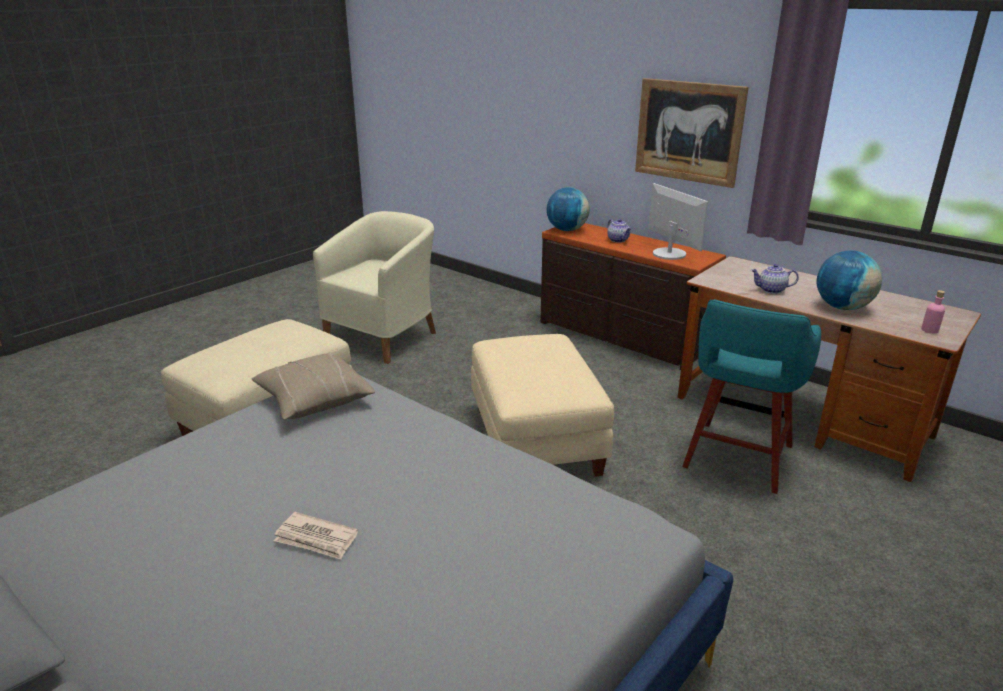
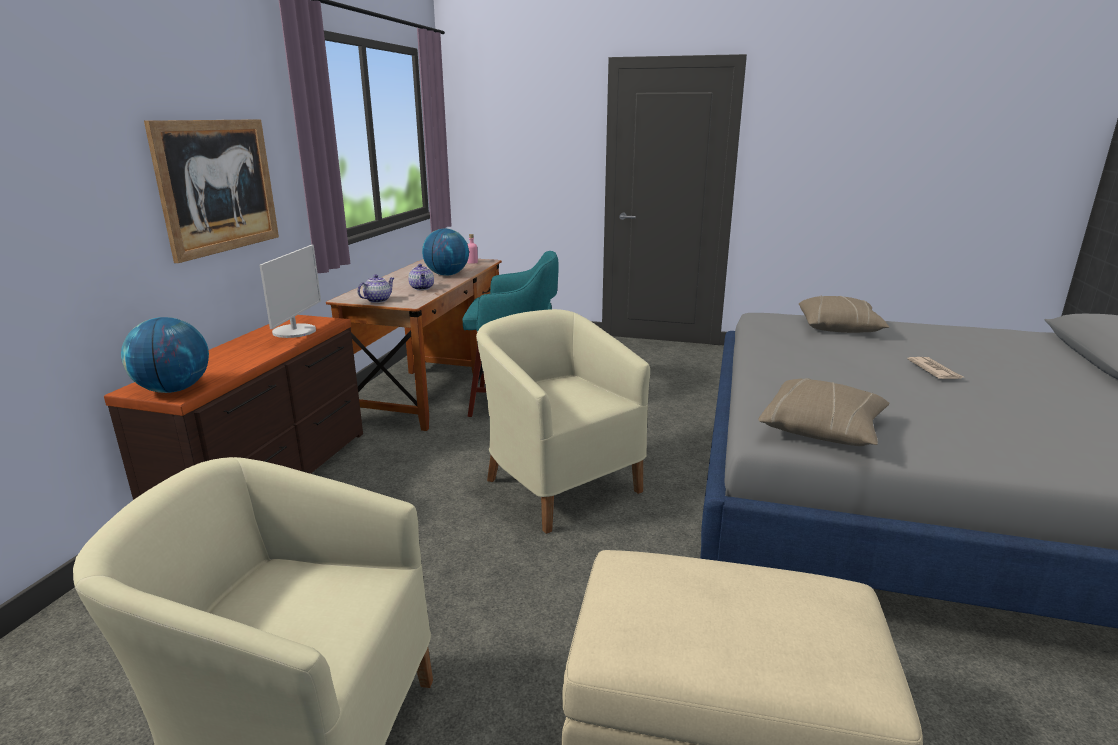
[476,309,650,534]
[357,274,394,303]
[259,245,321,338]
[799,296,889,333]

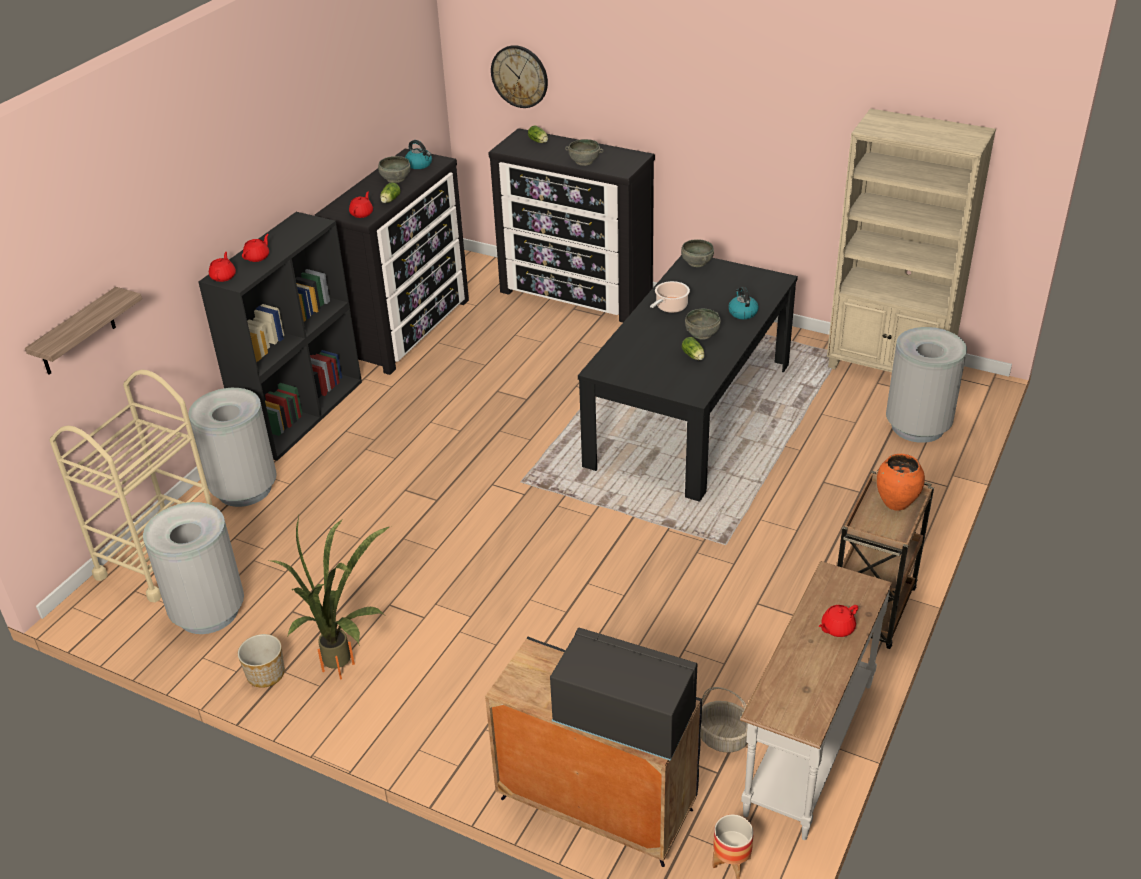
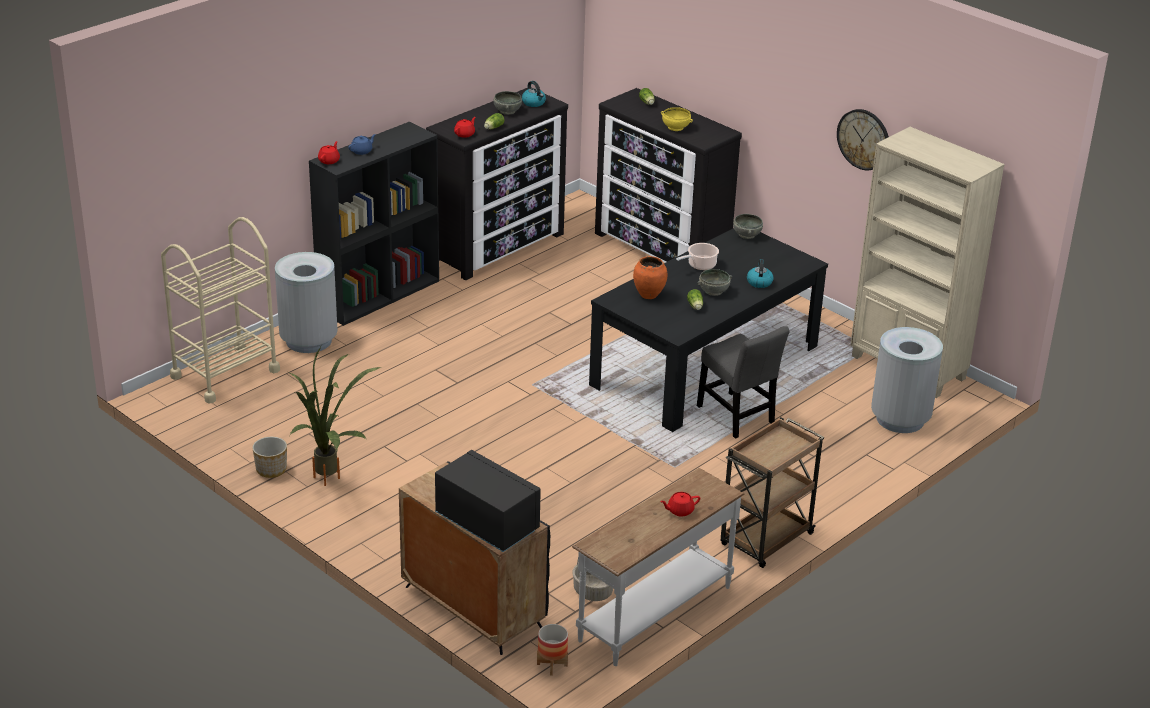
[25,287,142,375] (first image)
[143,502,244,634] (first image)
[348,134,376,155]
[837,109,889,170]
[661,107,693,131]
[633,256,667,299]
[697,326,789,439]

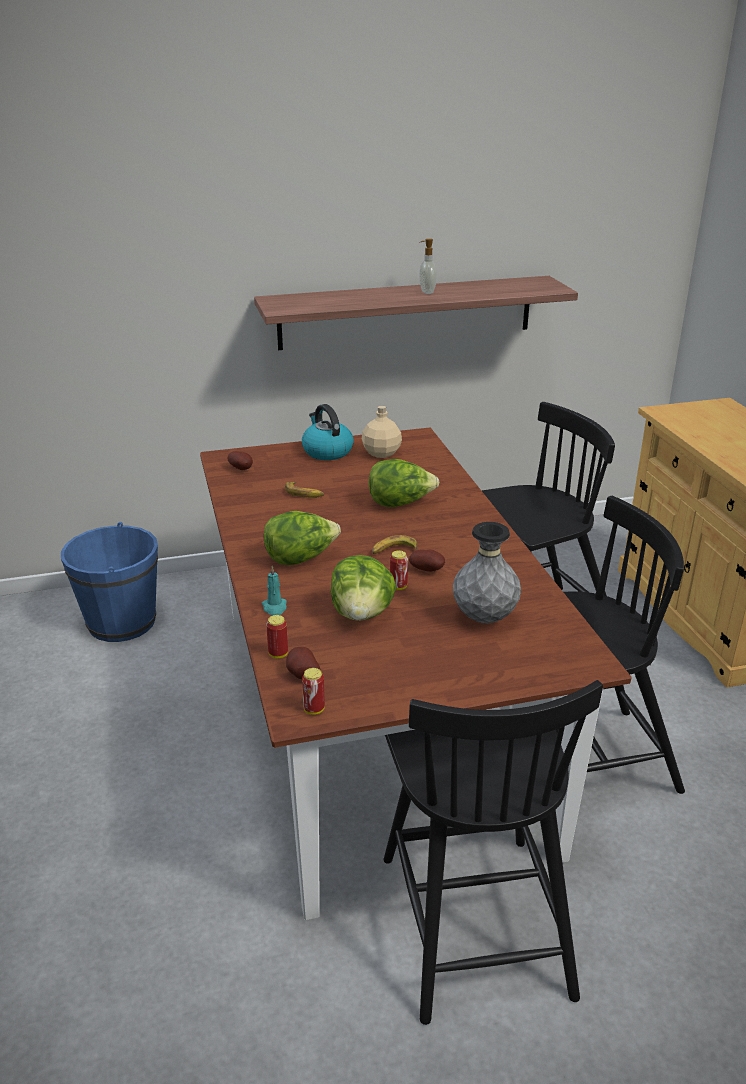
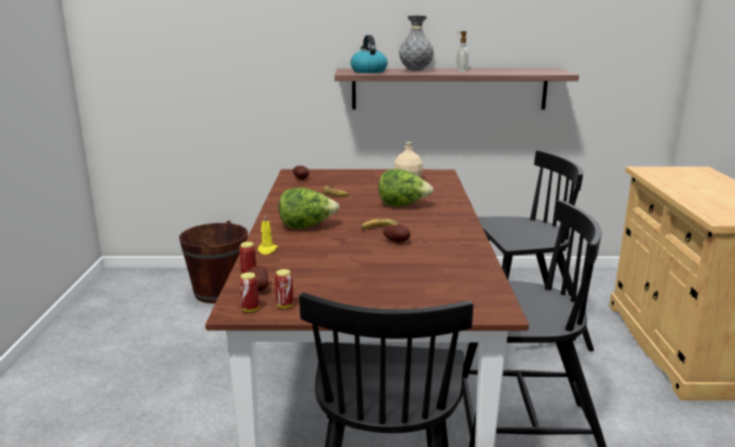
[179,220,248,303]
[258,214,278,255]
[351,35,388,73]
[331,555,396,621] (first image)
[275,269,293,308]
[399,16,434,71]

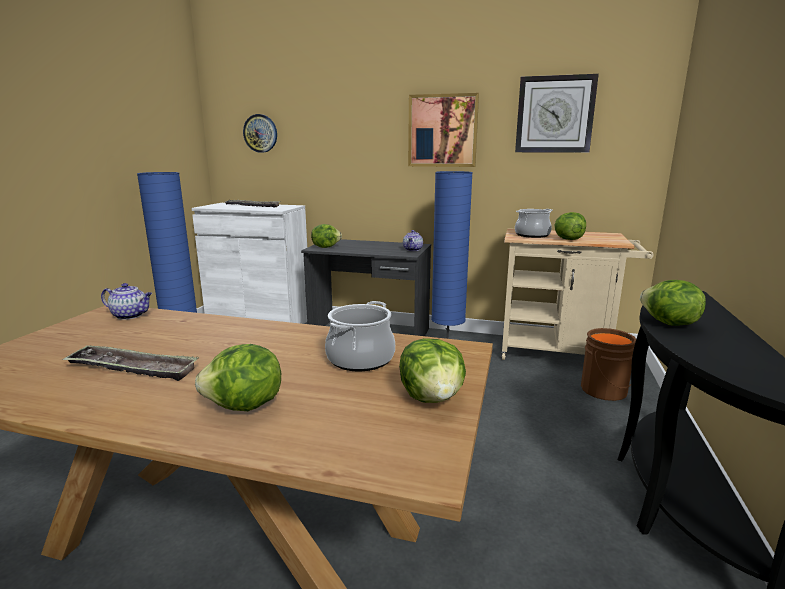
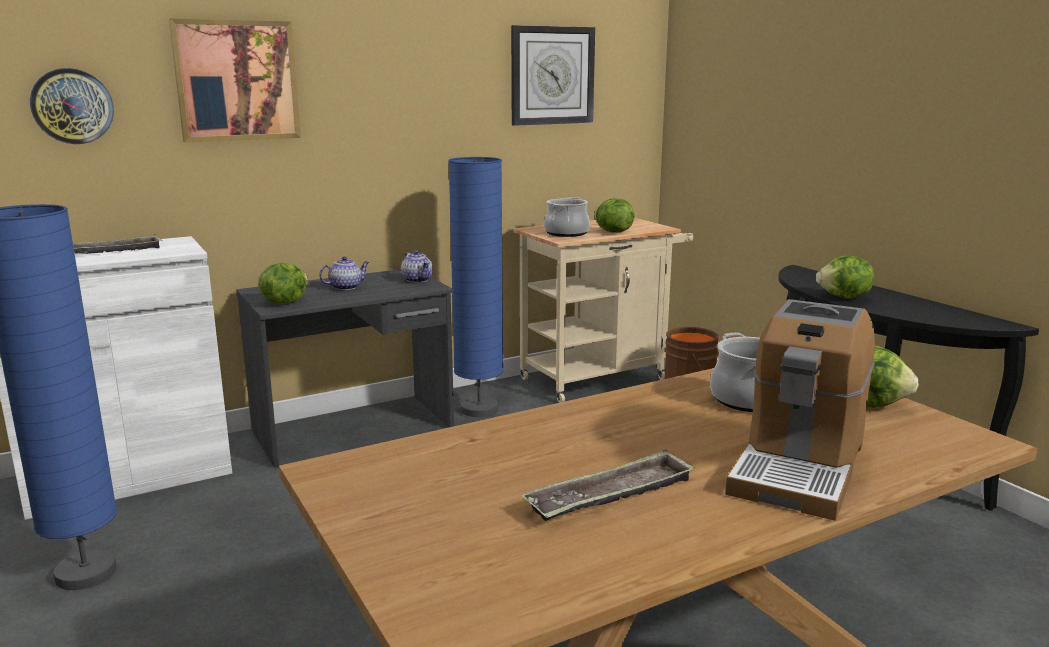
[319,256,369,290]
[725,299,875,521]
[169,18,301,142]

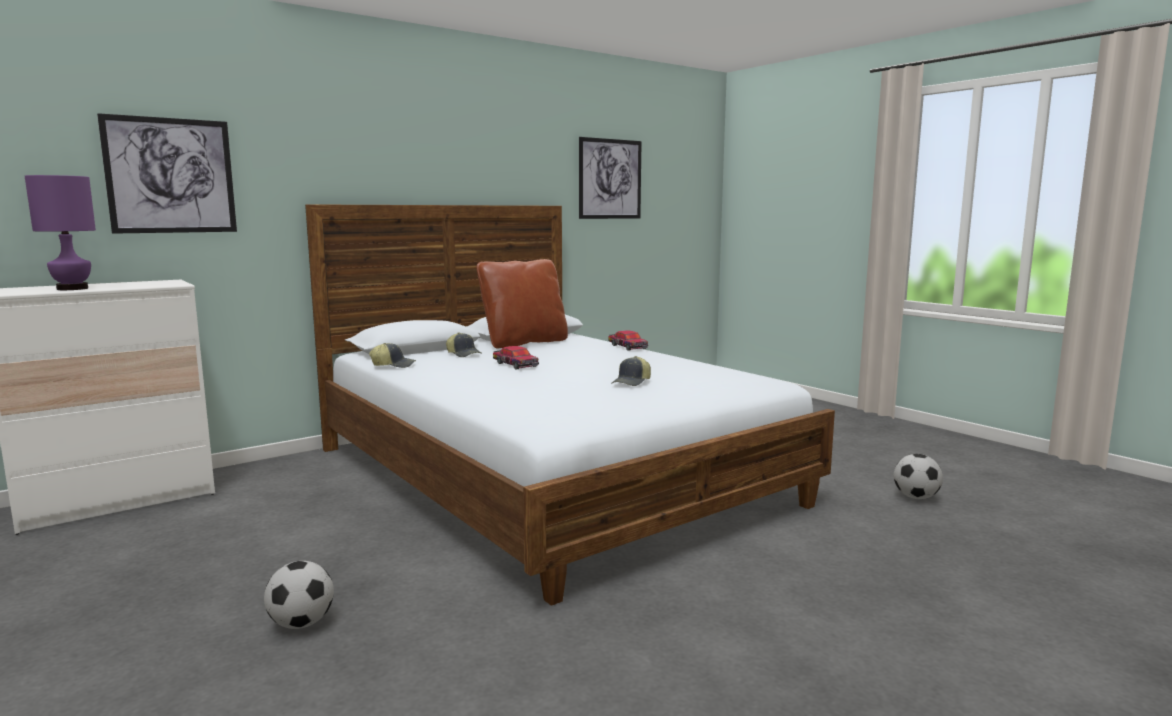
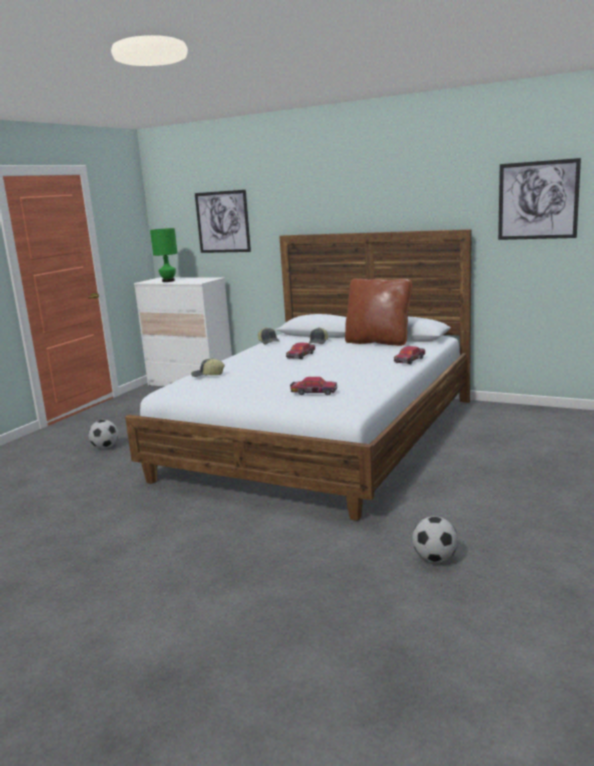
[150,228,177,282]
[191,358,225,377]
[290,377,337,396]

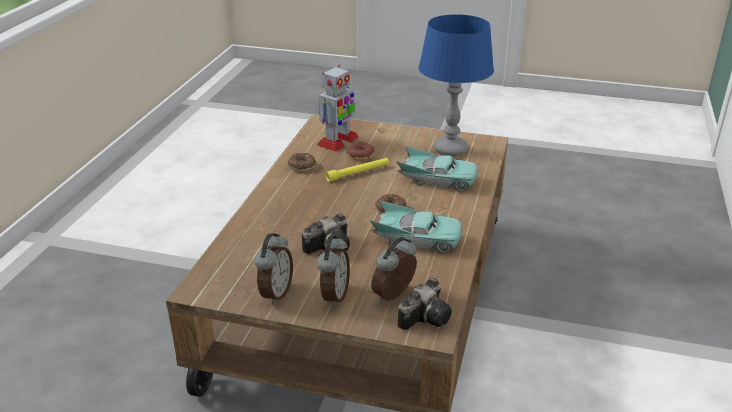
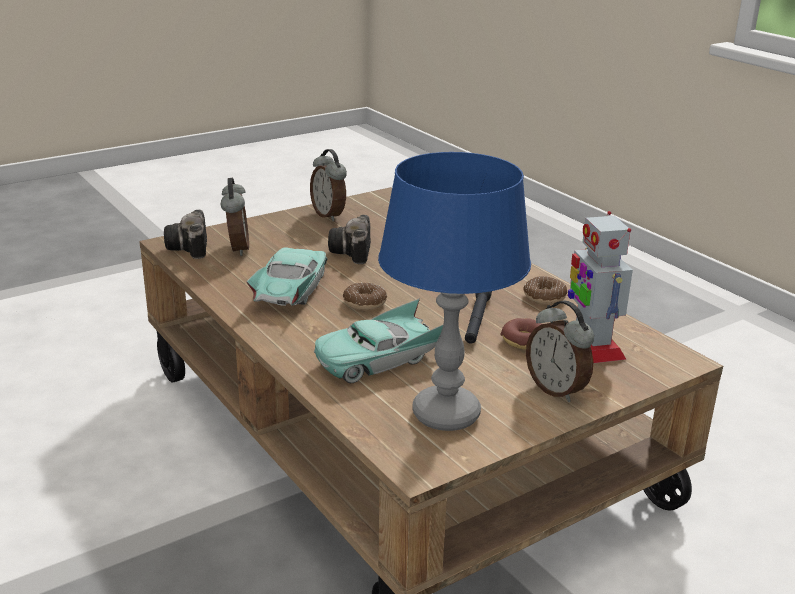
[526,300,594,402]
[465,291,492,343]
[246,248,327,306]

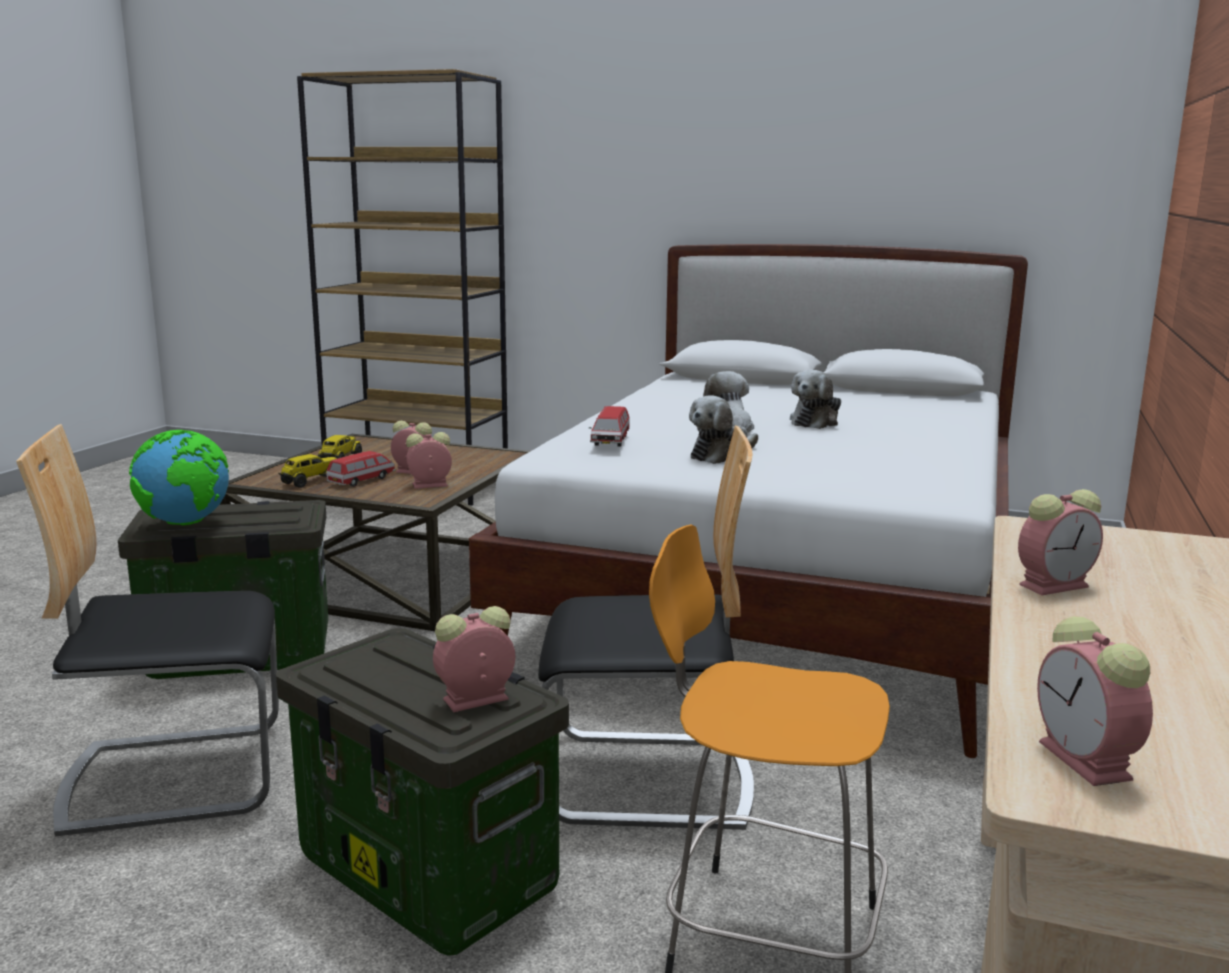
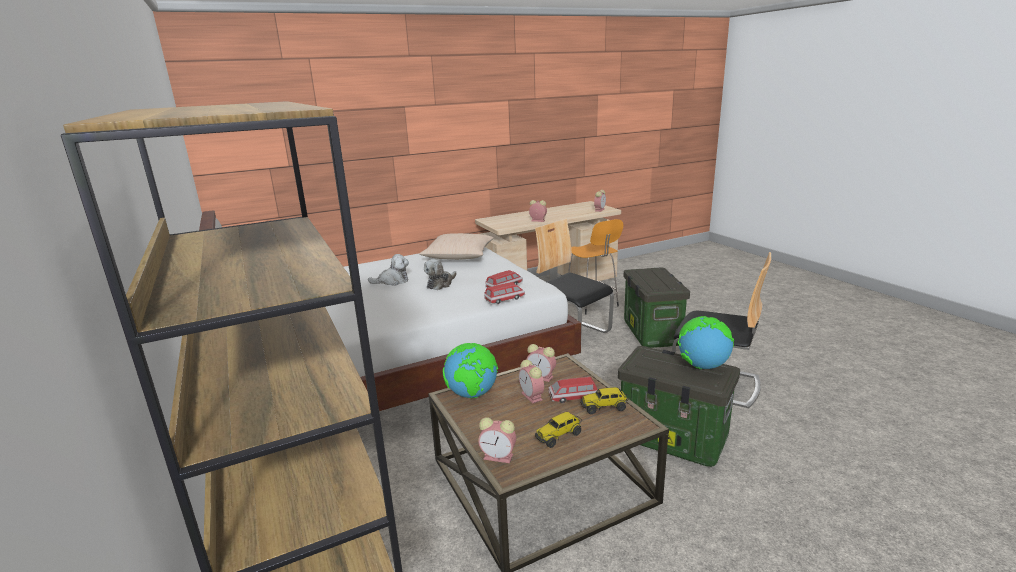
[478,417,516,463]
[689,395,758,464] (first image)
[419,233,494,260]
[443,343,498,398]
[484,282,525,304]

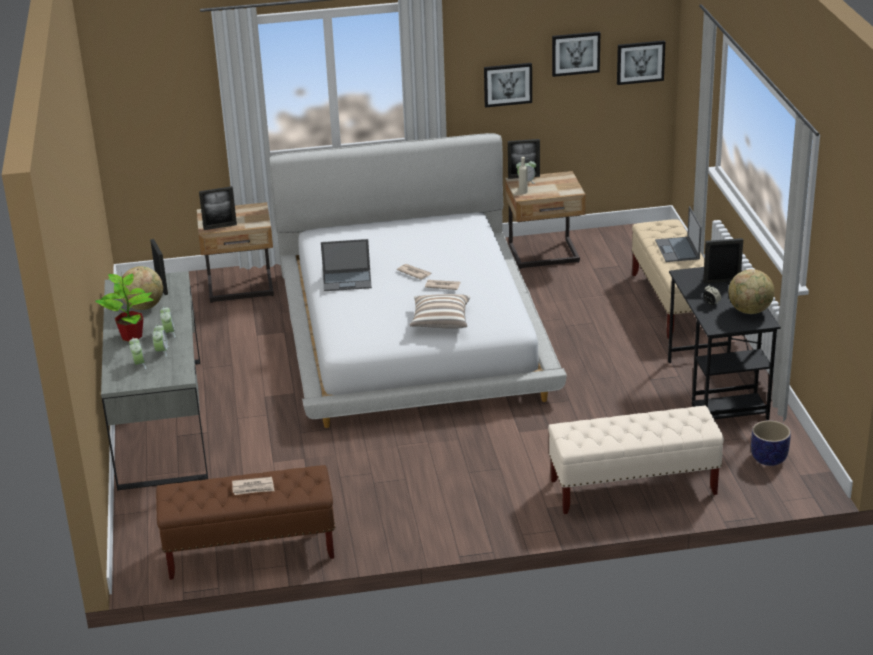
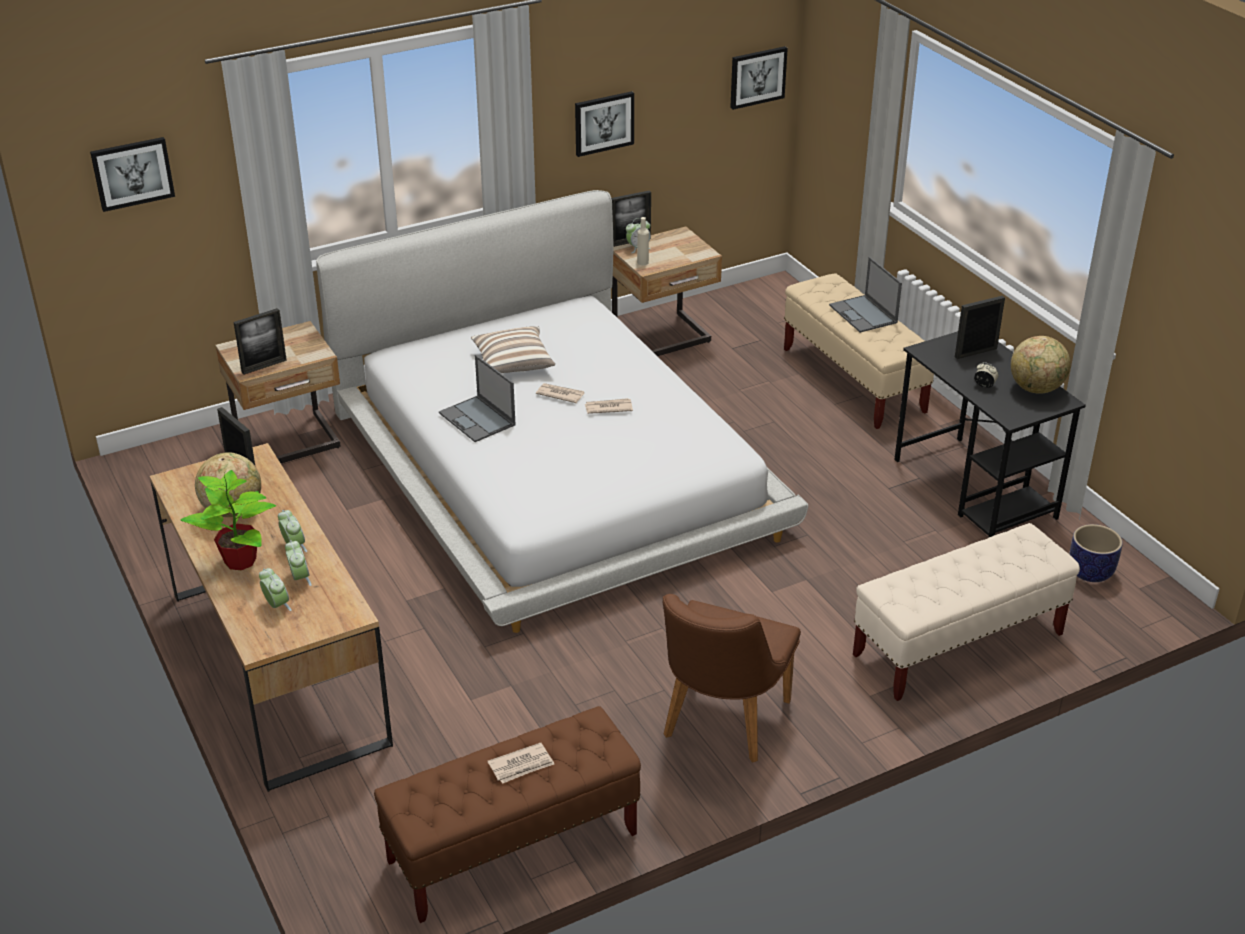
[149,443,393,792]
[439,355,516,442]
[471,326,555,373]
[90,137,175,212]
[663,594,801,763]

